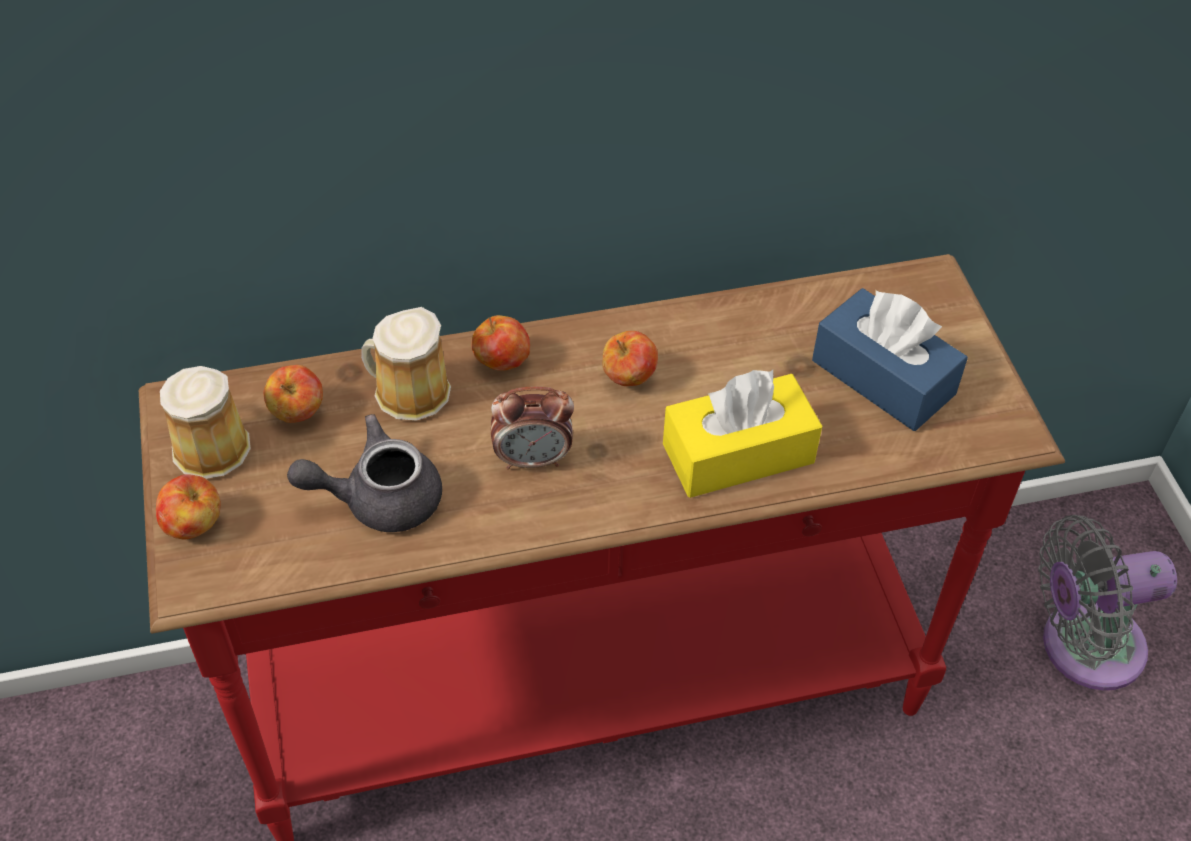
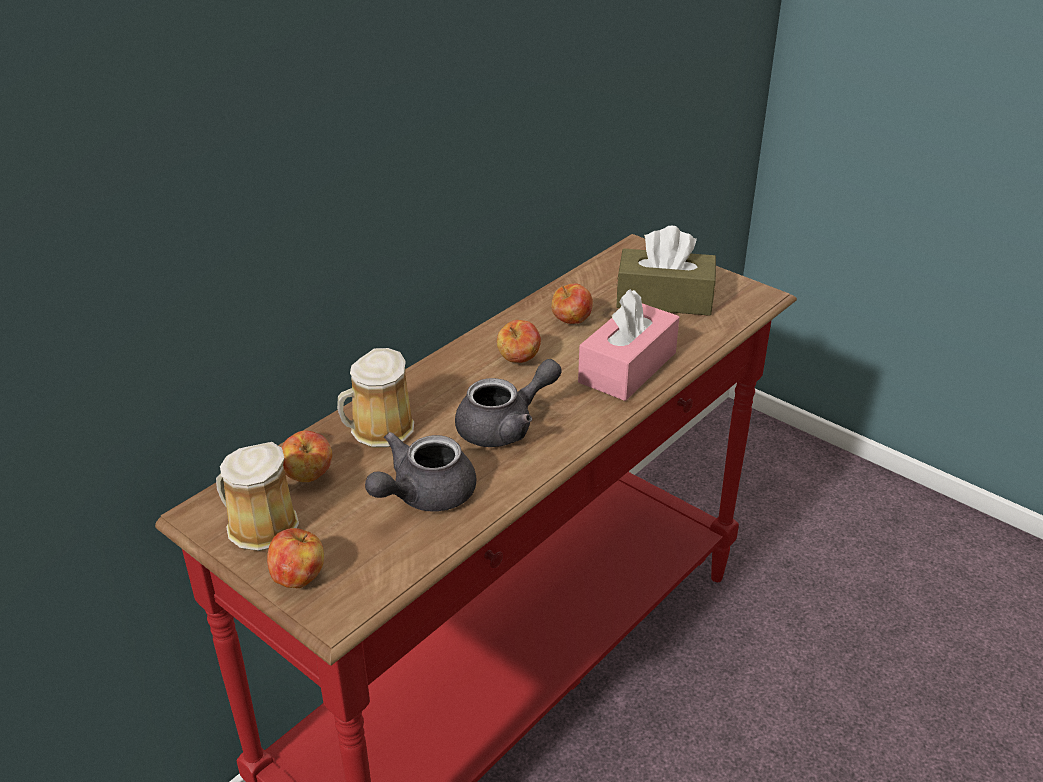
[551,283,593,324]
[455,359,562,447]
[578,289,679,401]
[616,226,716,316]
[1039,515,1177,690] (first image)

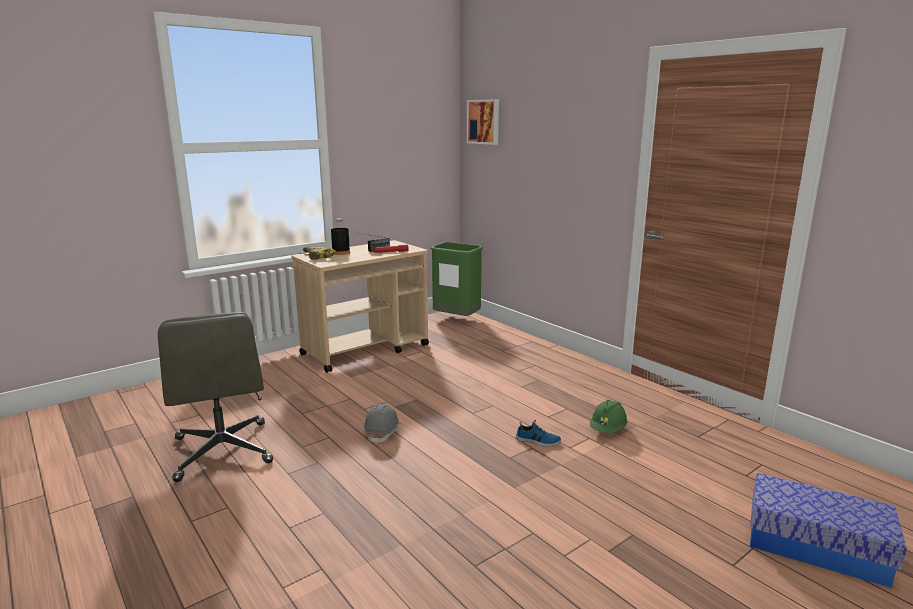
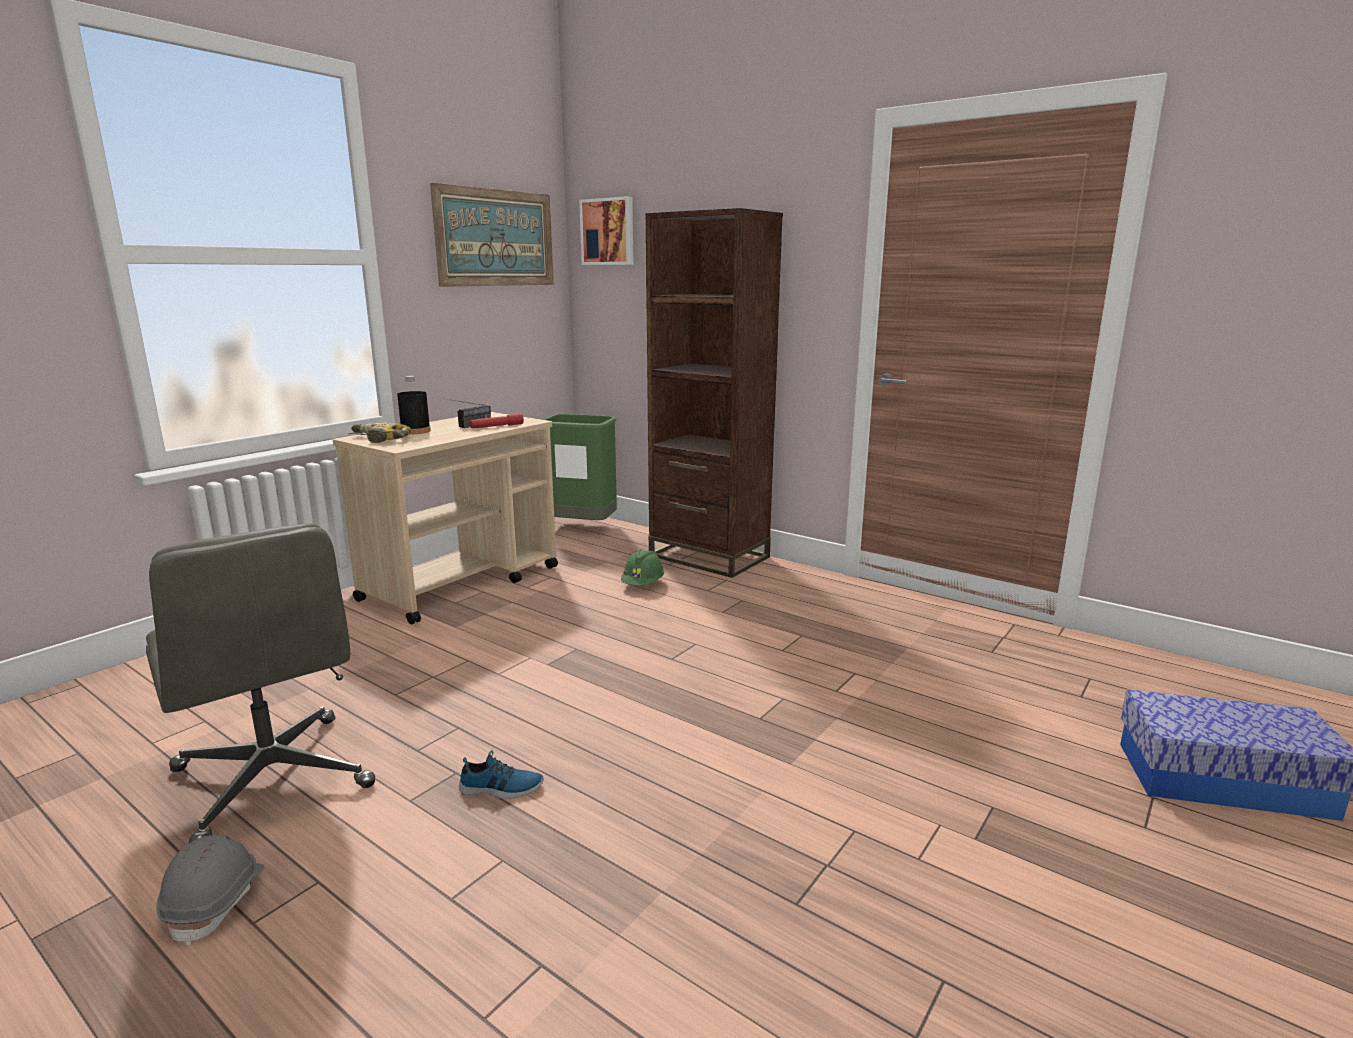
[156,835,265,946]
[459,750,543,799]
[621,549,664,586]
[430,183,554,287]
[646,208,783,578]

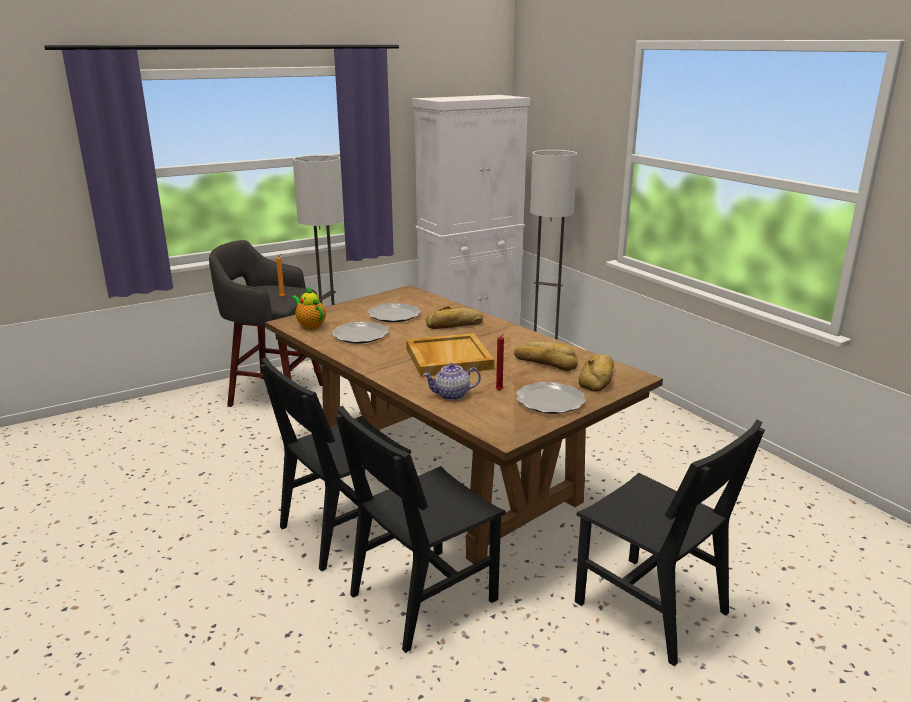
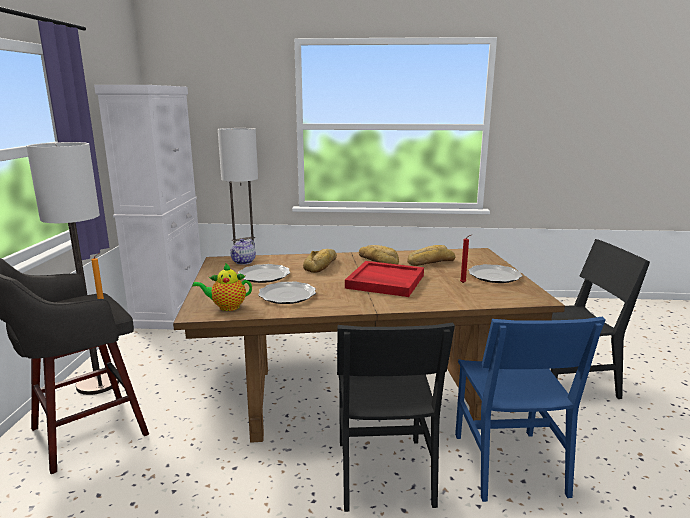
[455,316,606,502]
[345,261,424,297]
[230,239,256,265]
[359,245,399,264]

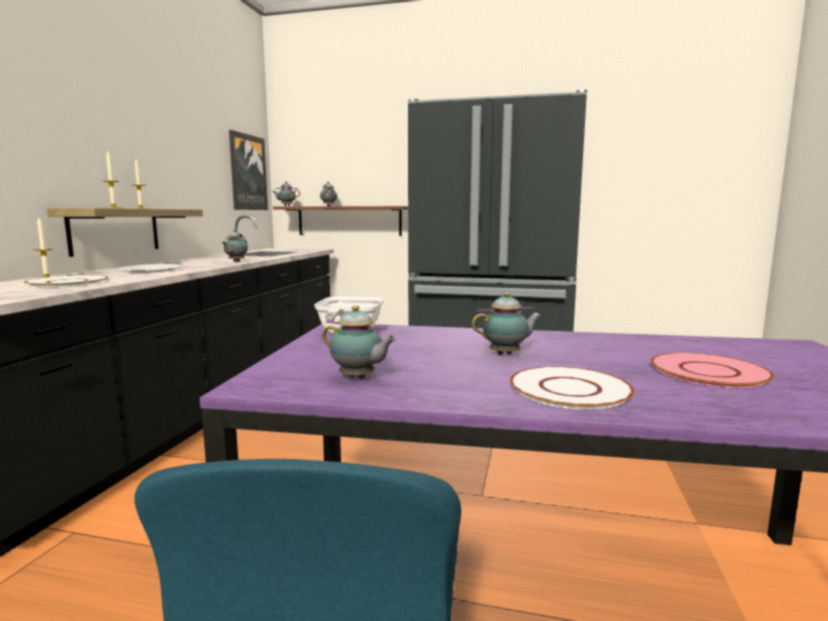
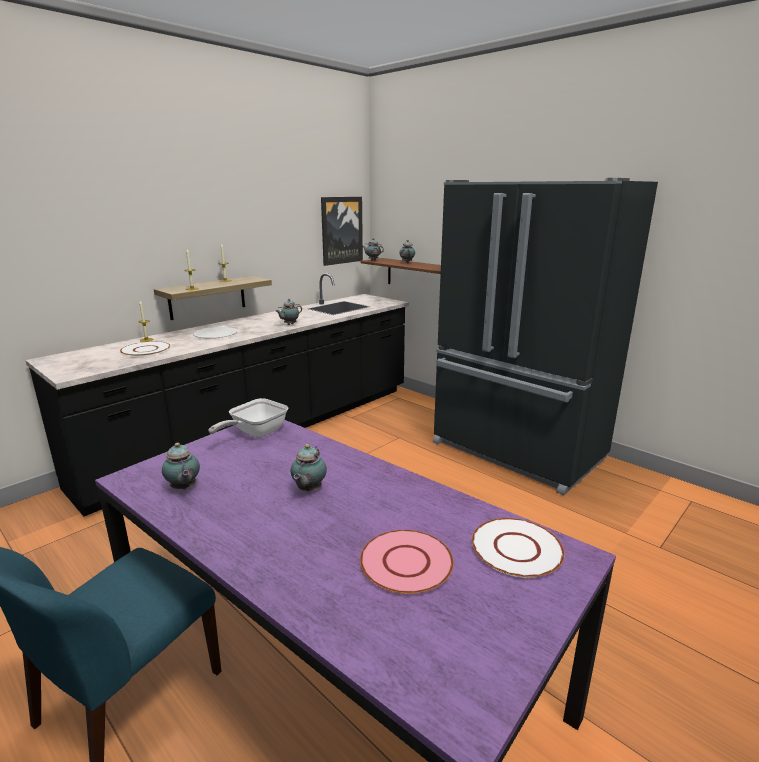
[290,444,327,492]
[472,518,565,578]

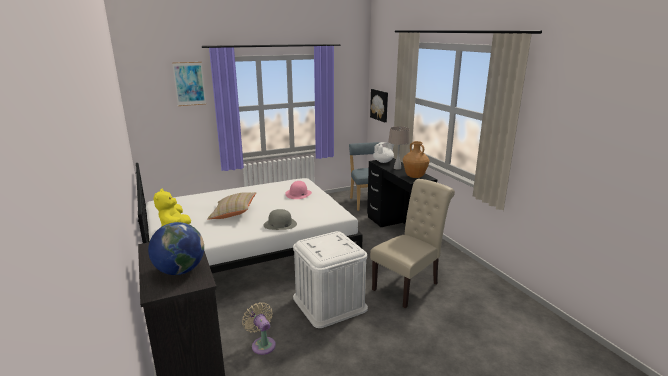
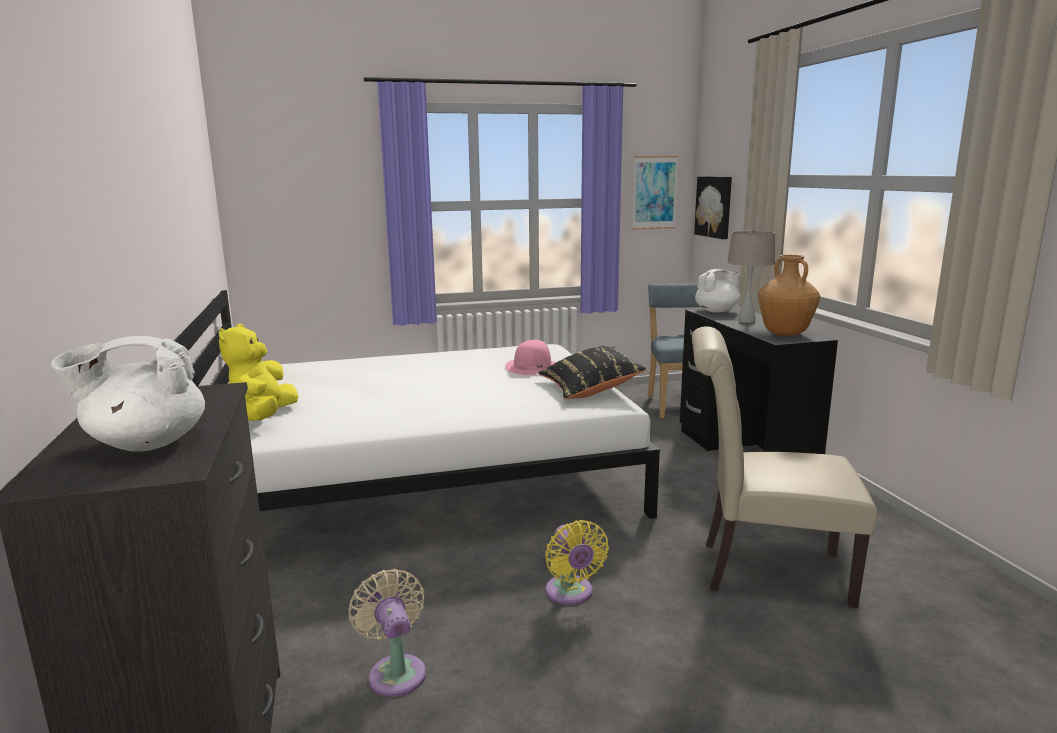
[51,336,205,452]
[632,156,678,230]
[207,192,256,220] (first image)
[264,209,297,230] (first image)
[545,520,609,605]
[692,327,877,608]
[538,346,646,399]

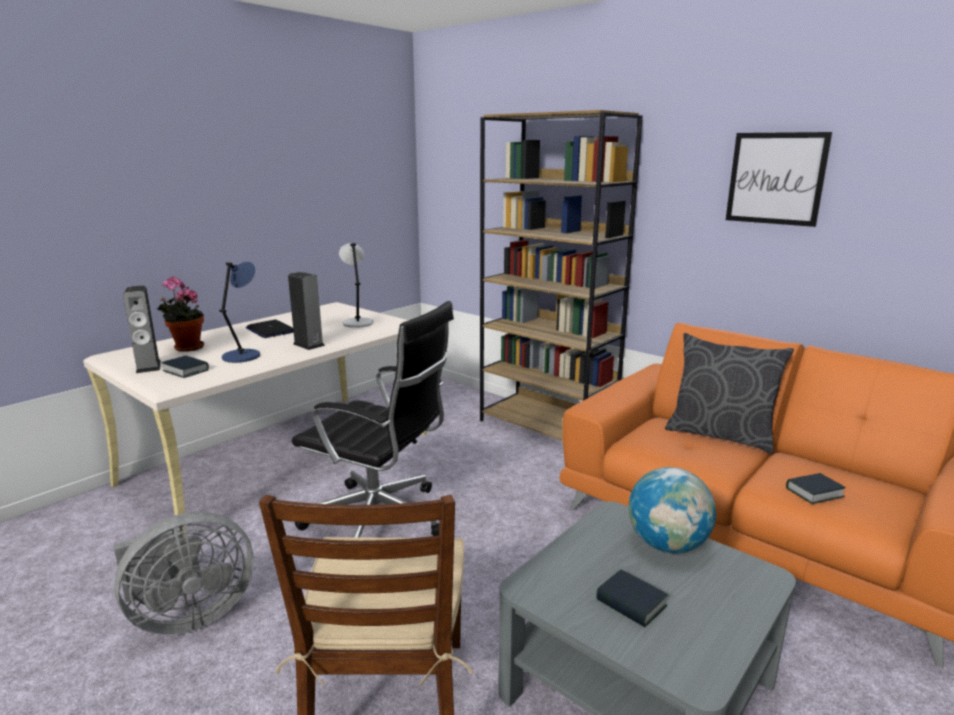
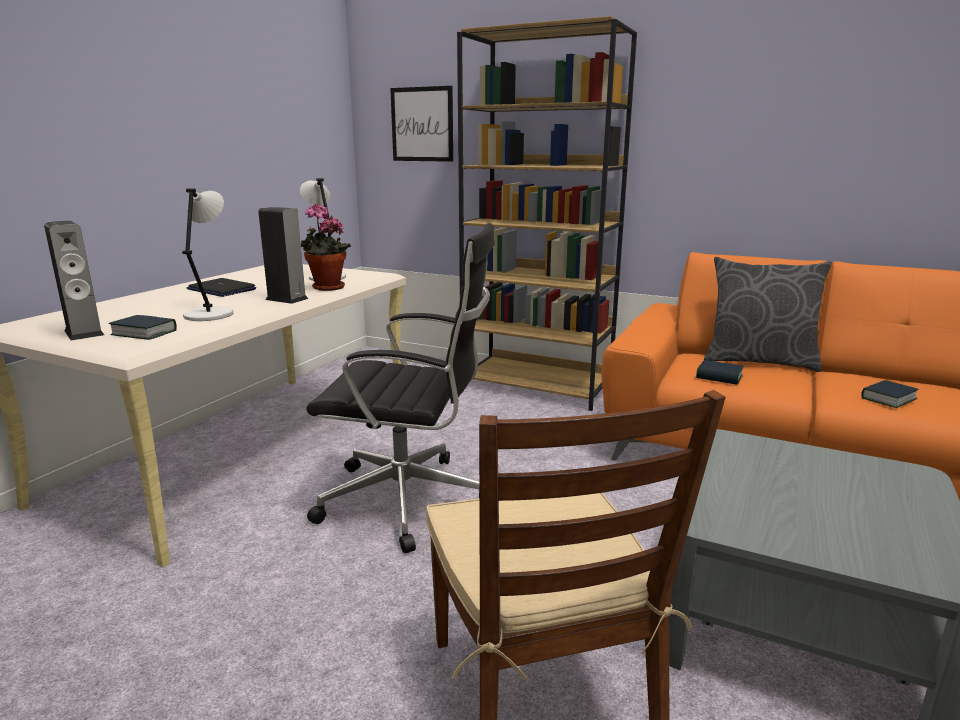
[113,511,254,635] (first image)
[301,204,351,291]
[182,188,233,321]
[696,360,744,385]
[628,467,716,553] (first image)
[390,86,453,162]

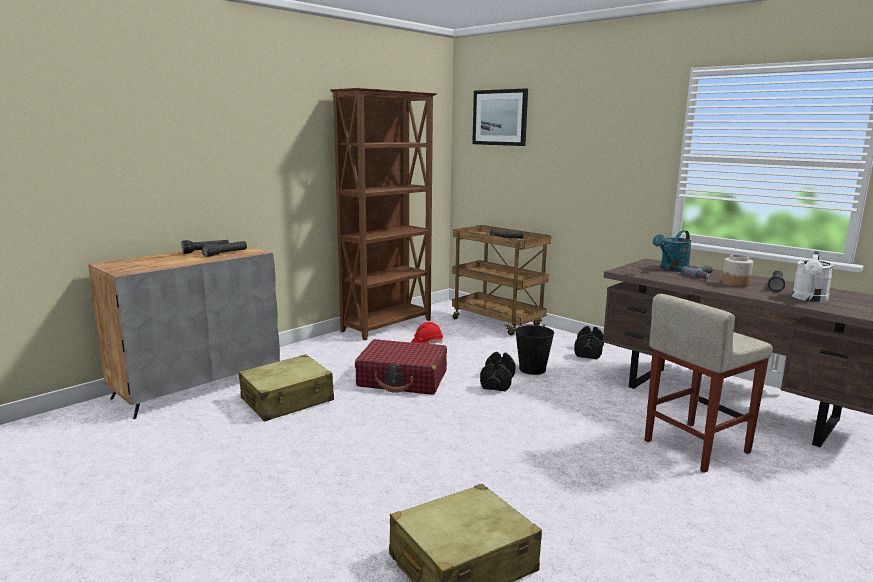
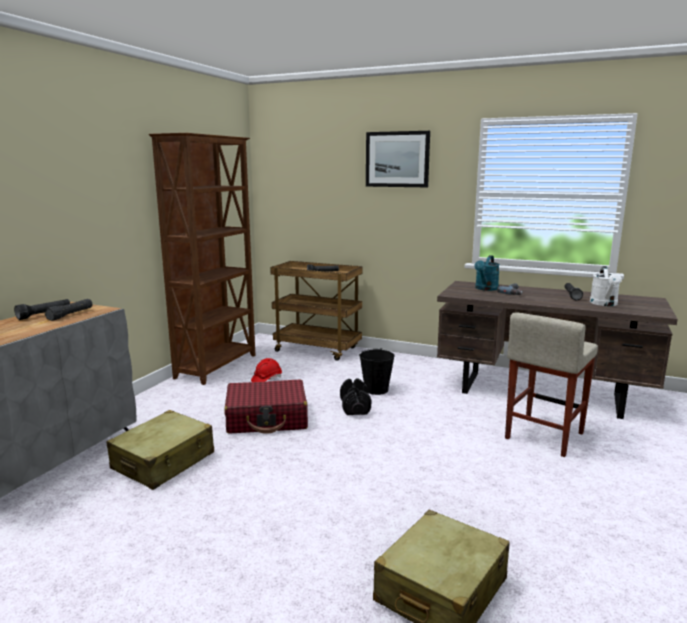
[366,131,430,187]
[574,326,604,359] (first image)
[722,255,753,287] (first image)

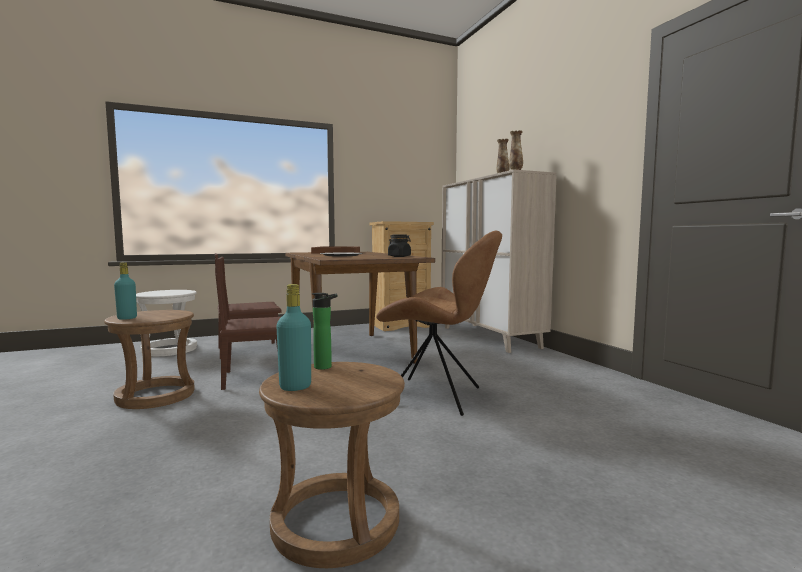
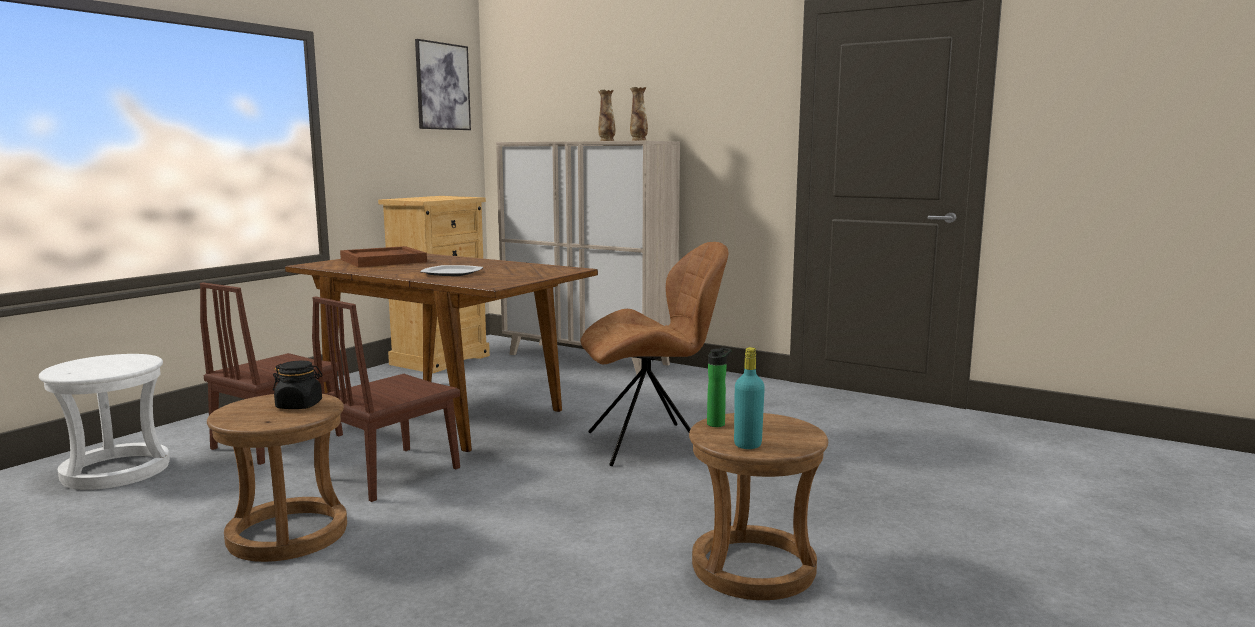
[114,262,137,320] (first image)
[273,361,322,409]
[415,39,471,130]

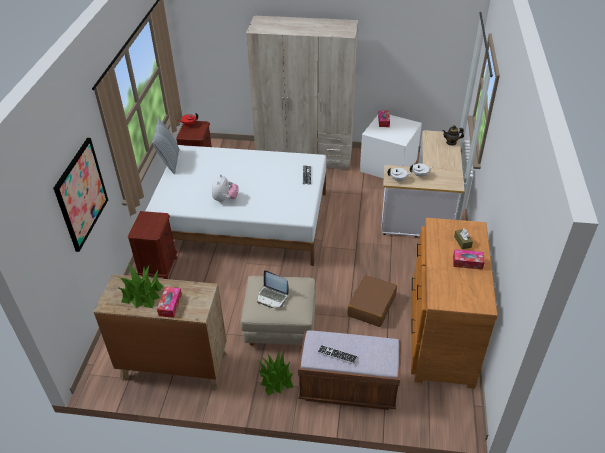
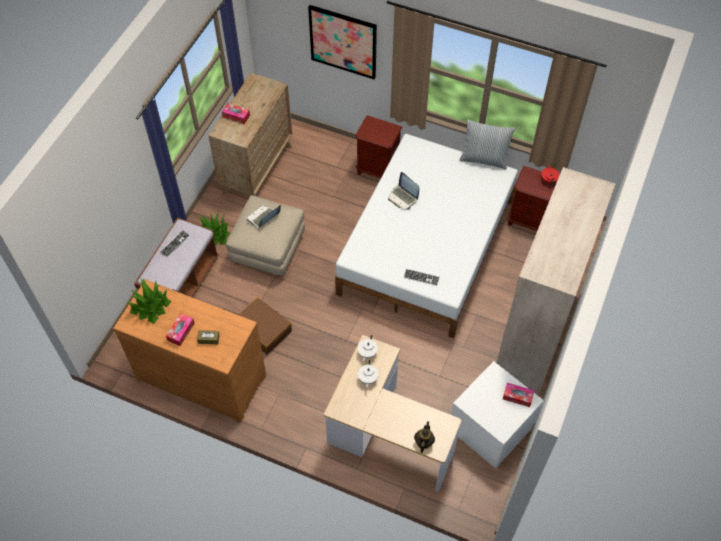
[126,279,172,324]
[388,172,419,209]

